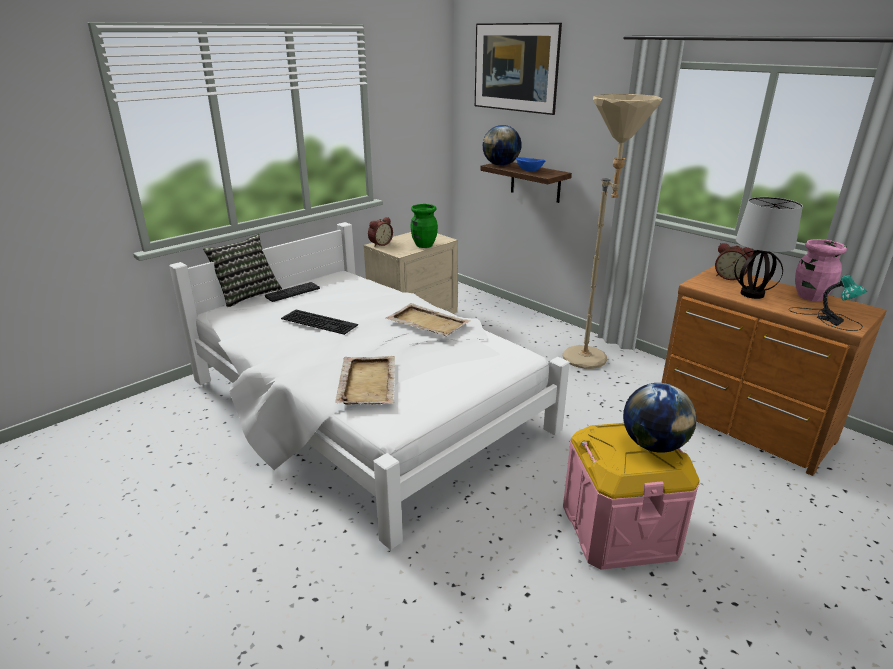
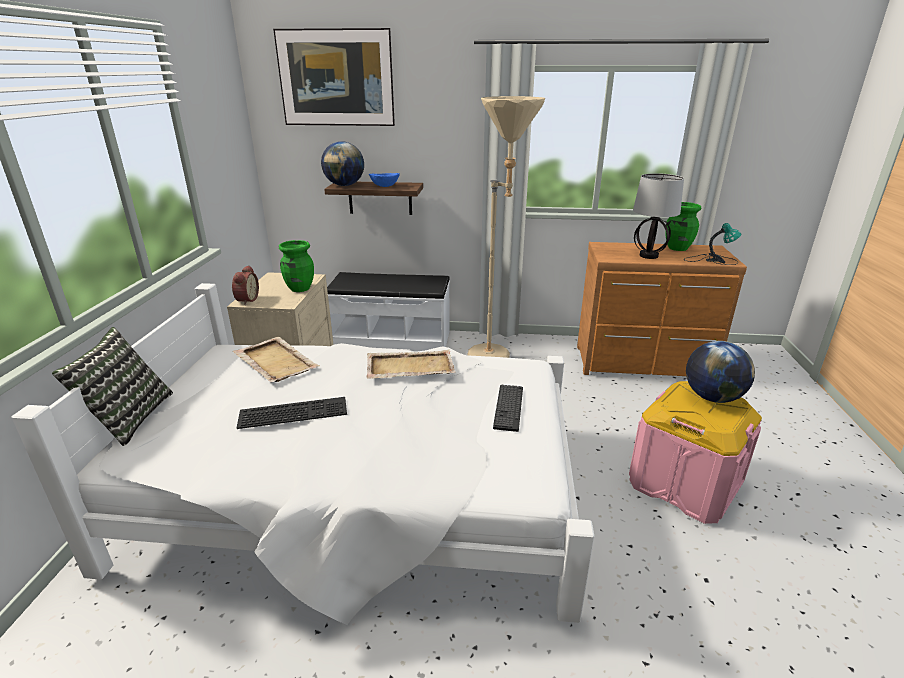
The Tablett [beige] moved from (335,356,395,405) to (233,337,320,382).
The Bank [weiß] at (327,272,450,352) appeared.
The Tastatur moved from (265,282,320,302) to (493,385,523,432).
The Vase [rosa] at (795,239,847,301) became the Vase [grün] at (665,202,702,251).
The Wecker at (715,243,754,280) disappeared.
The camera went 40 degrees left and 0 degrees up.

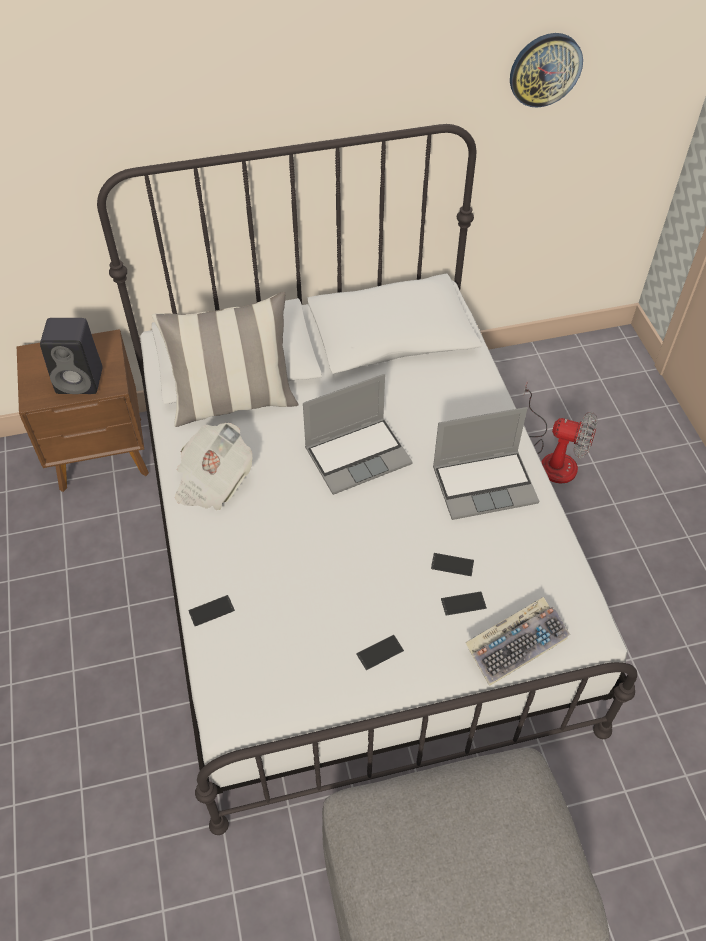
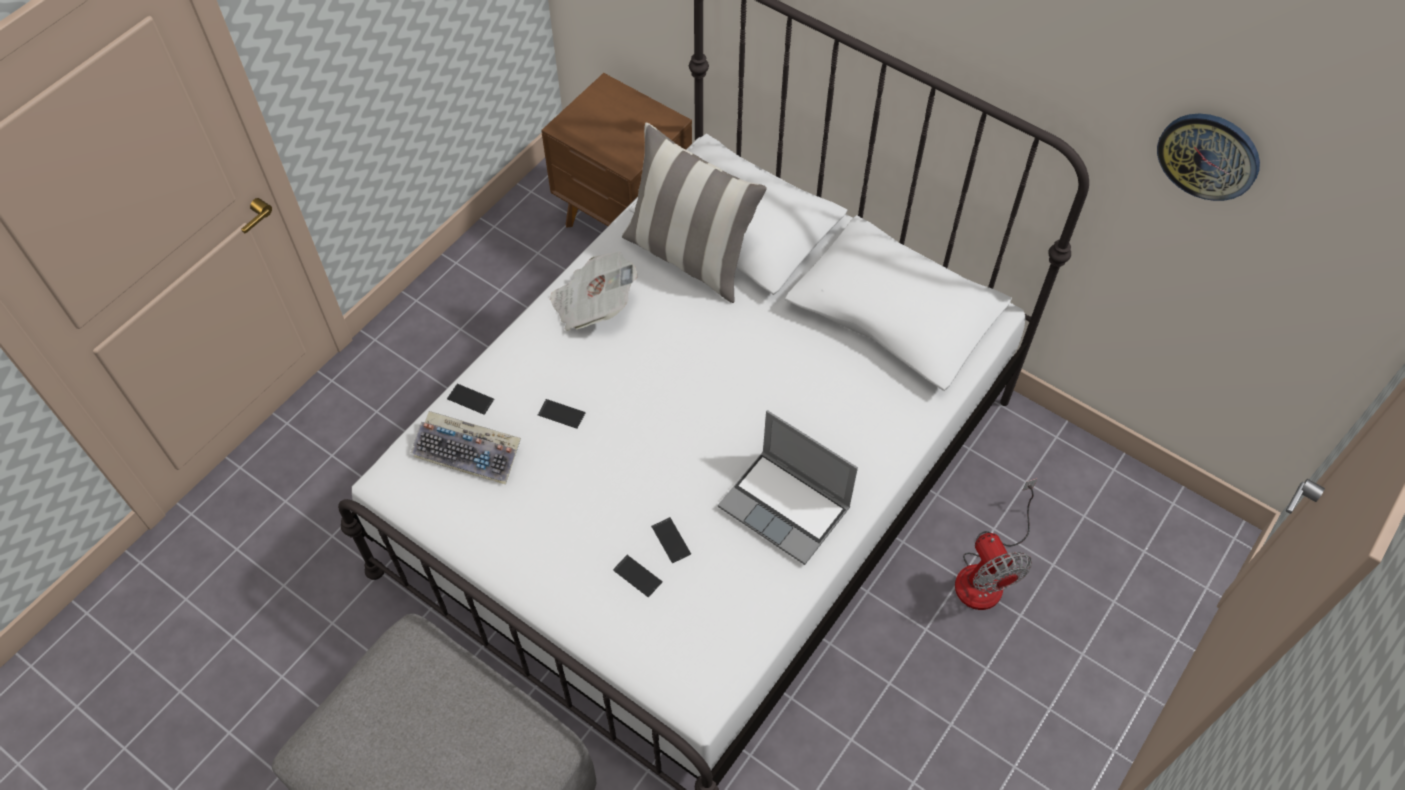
The Tastatur moved from (465,597,570,686) to (411,411,521,485).
The Handy moved from (356,635,404,670) to (538,399,586,429).
The Lautsprecher [schwarz] at (40,318,103,394) disappeared.
The Laptop at (303,374,412,495) disappeared.
The camera went 50 degrees right and 5 degrees up.

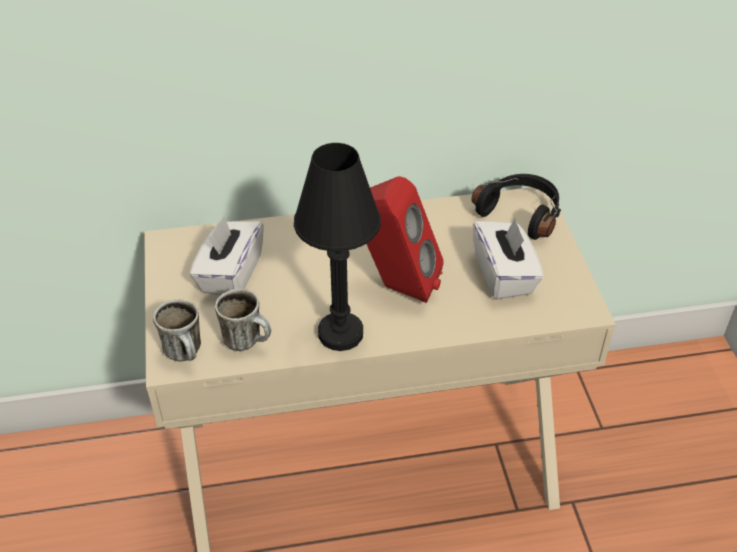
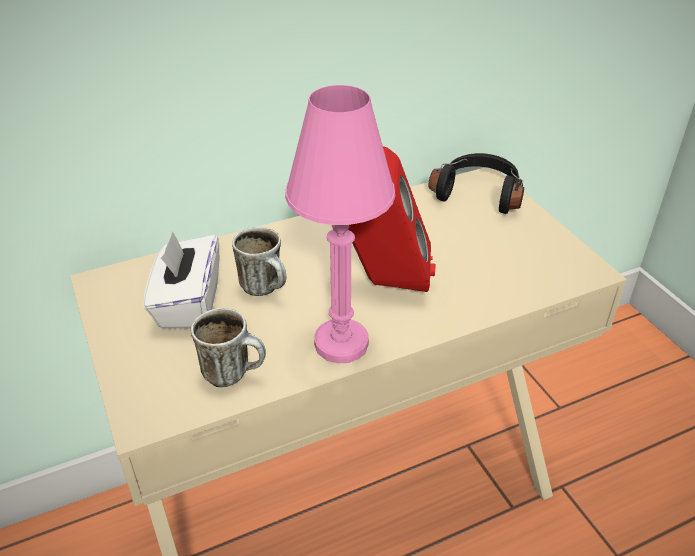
The Henkelbecher moved from (153,299,201,362) to (232,227,287,296).
The Tischlampe [schwarz] at (294,143,381,351) became the Tischlampe [rosa] at (285,85,395,363).
The Taschentuchbox [weiß] at (473,218,544,300) disappeared.
The camera went 15 degrees left and 5 degrees down.

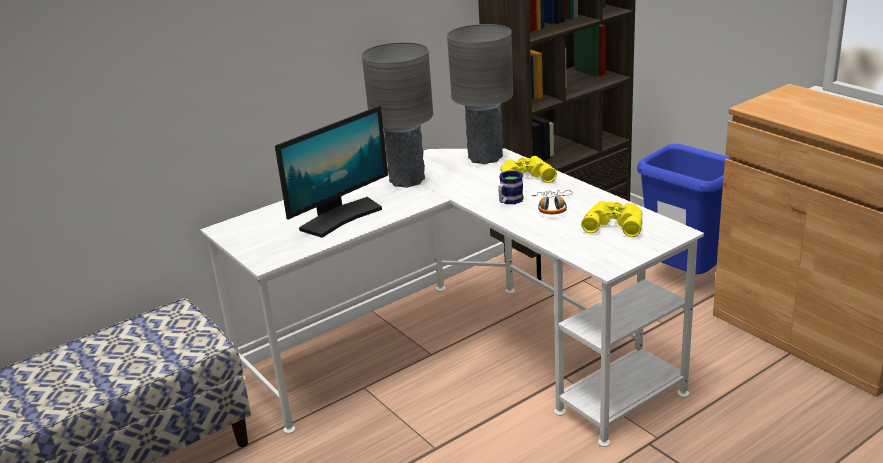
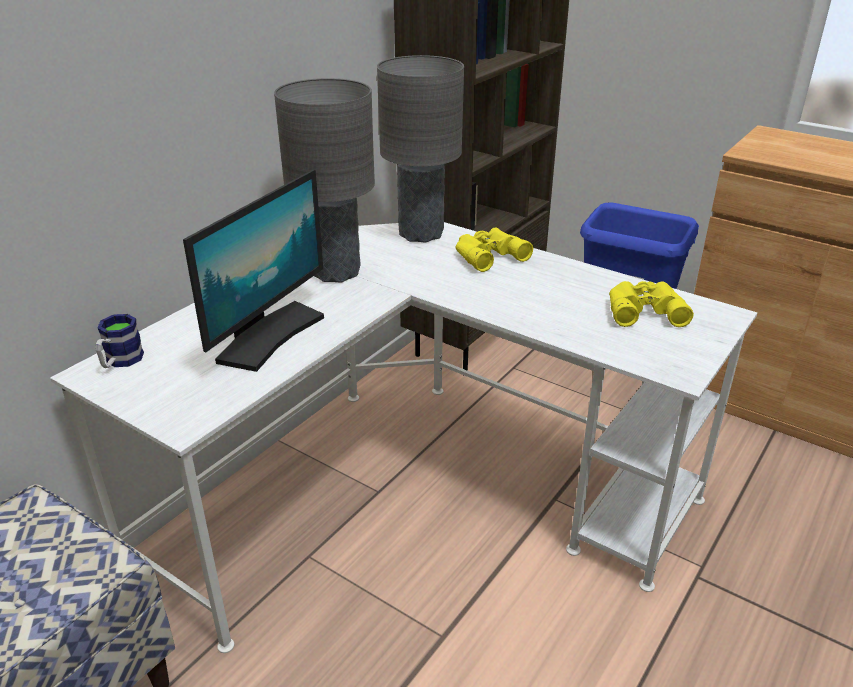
The Henkelbecher moved from (498,171,524,204) to (95,314,144,368).
The Kopfhörer at (531,190,573,214) disappeared.
The camera went 20 degrees left and 5 degrees up.

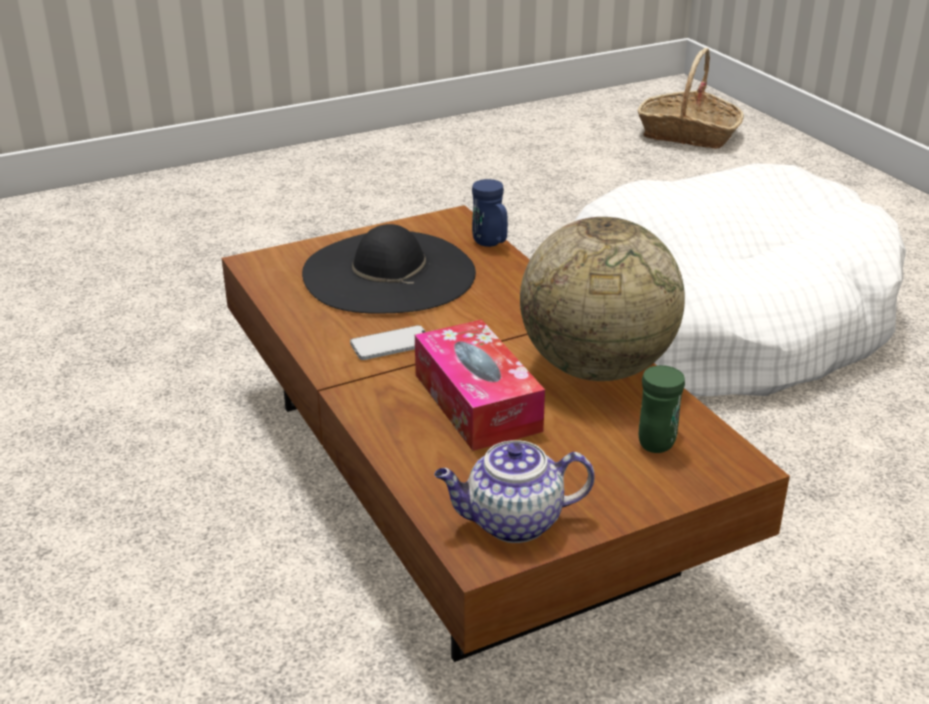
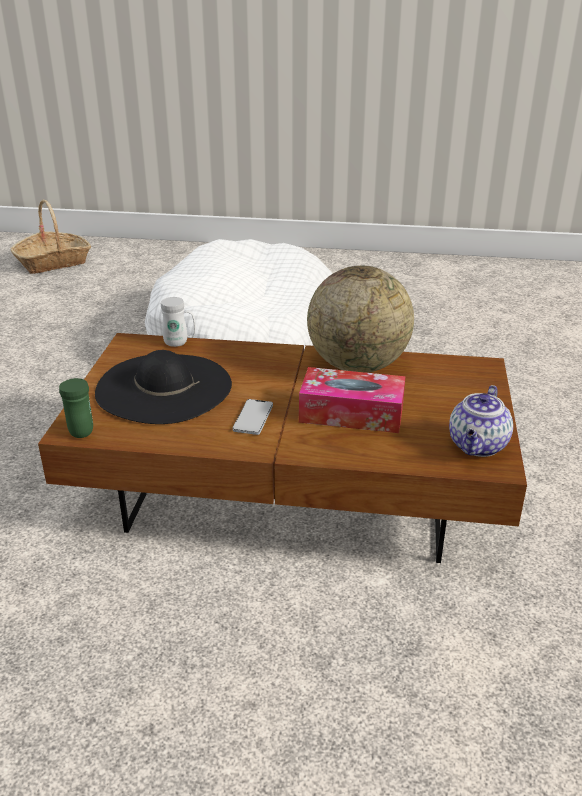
The Henkelbecher [grün] moved from (639,365,685,453) to (59,378,93,438).
The Henkelbecher [blau] at (472,179,508,247) became the Henkelbecher [weiß] at (161,297,196,347).
The camera went 55 degrees left and 0 degrees up.

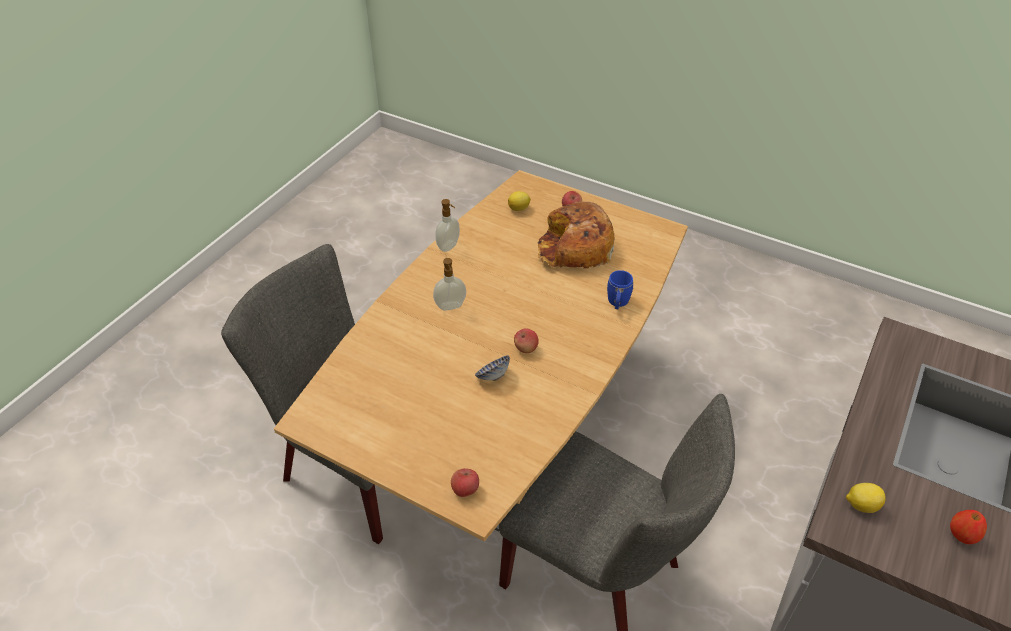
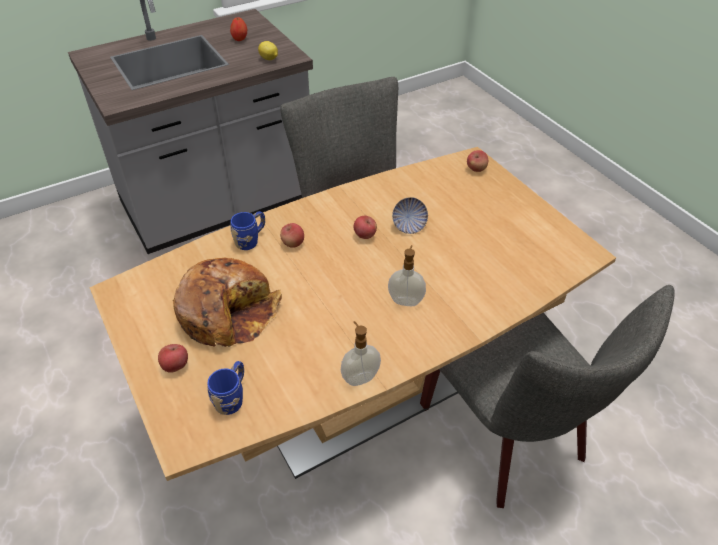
The Zitrone at (508,191,531,211) was replaced by the Henkelbecher [blau] at (207,361,244,415).
The Apfel at (280,223,304,248) appeared.
The camera went 150 degrees left and 0 degrees up.

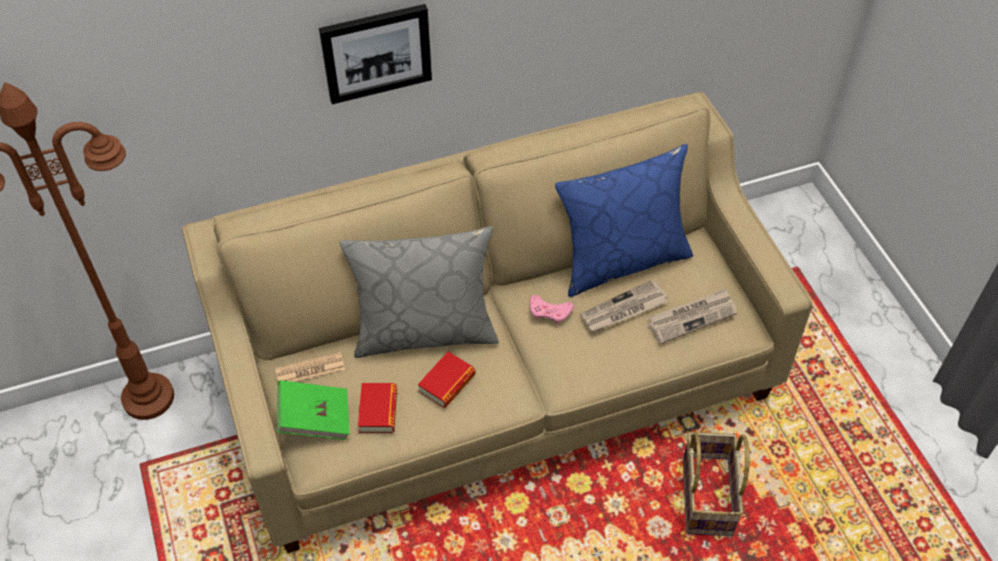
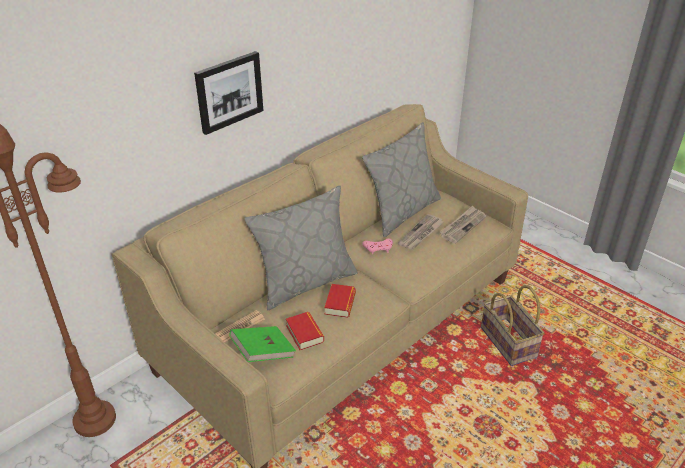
The Kissen [blau] at (555,144,693,297) became the Kissen [grau] at (362,122,441,238).
The camera went 25 degrees left and 15 degrees down.

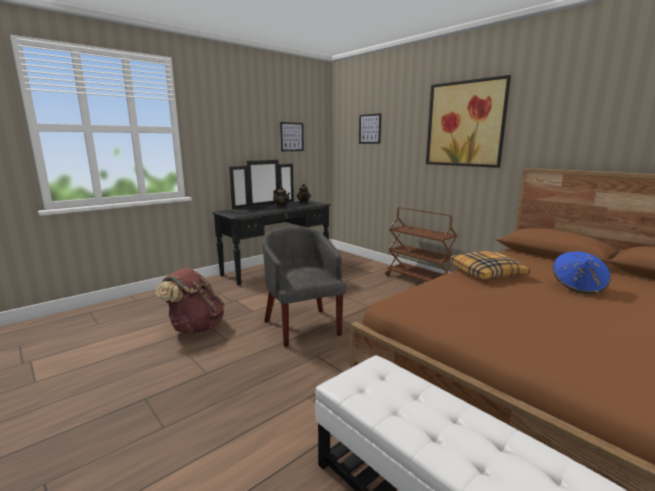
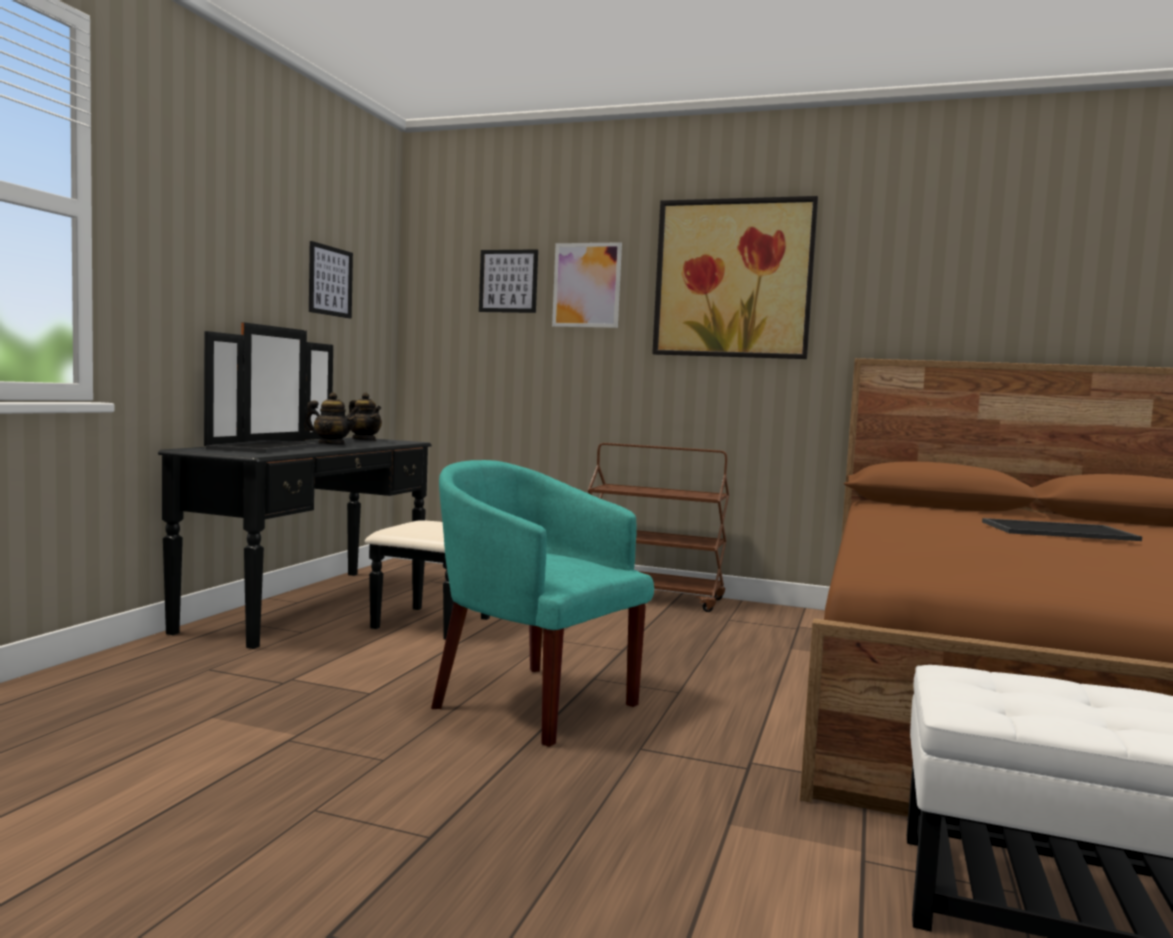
The Sessel [grau] at (262,226,346,347) became the Sessel [türkis] at (431,460,654,747).
The Bild at (552,242,622,328) appeared.
The Hut [blau] at (552,251,611,294) was replaced by the Tablett at (982,518,1142,541).
The Rucksack [braun] at (155,268,225,333) disappeared.
The Kissen at (450,251,530,279) disappeared.
The camera went 30 degrees left and 10 degrees down.

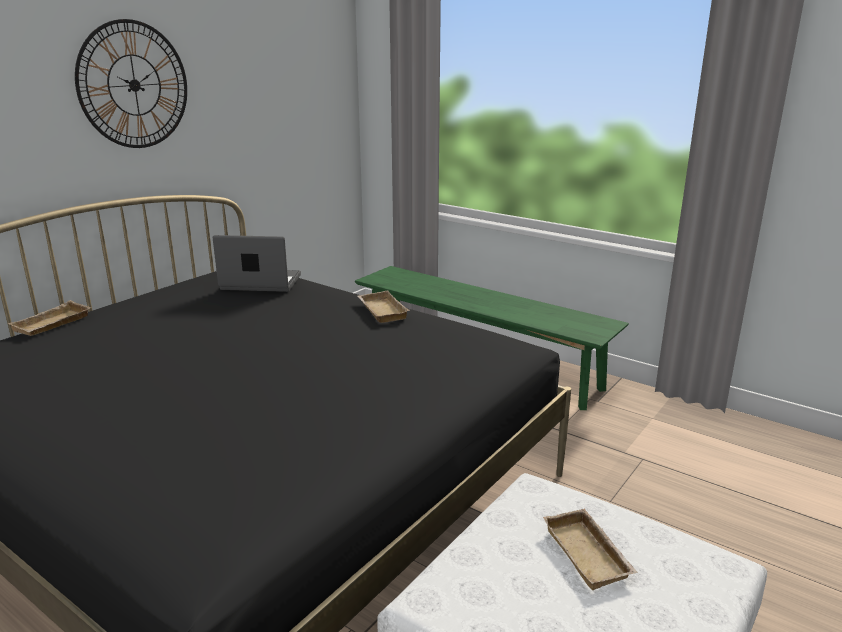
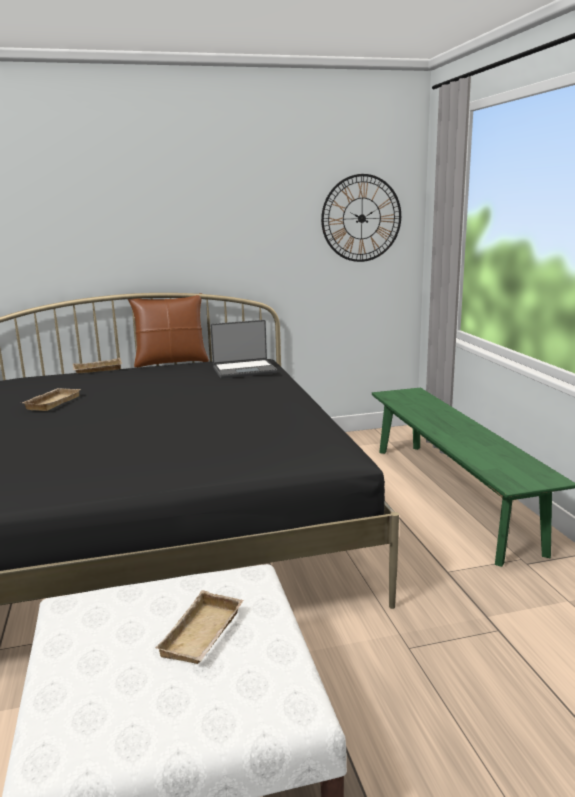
The Tablett [beige] moved from (358,291,409,323) to (22,388,81,411).
The Kissen [braun] at (128,293,209,368) appeared.
The Laptop at (213,235,301,292) turned 120 degrees clockwise.
The Wanduhr moved from (75,19,187,148) to (321,174,401,262).
The camera went 40 degrees right and 5 degrees down.

